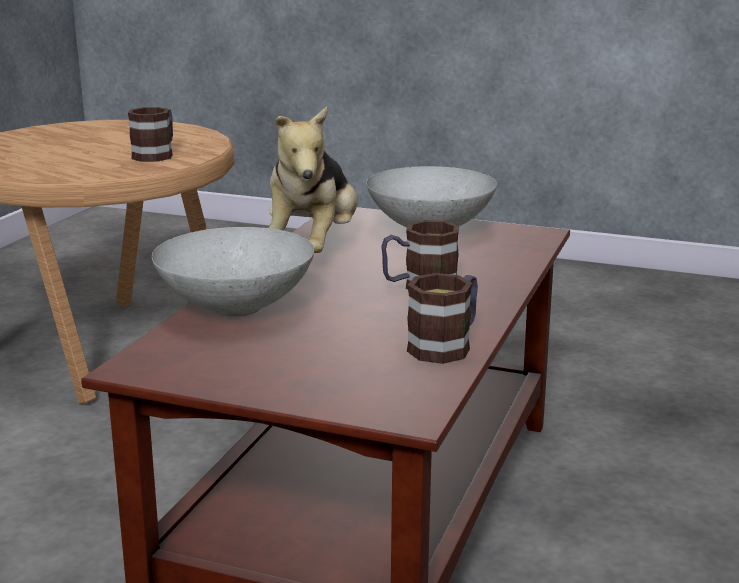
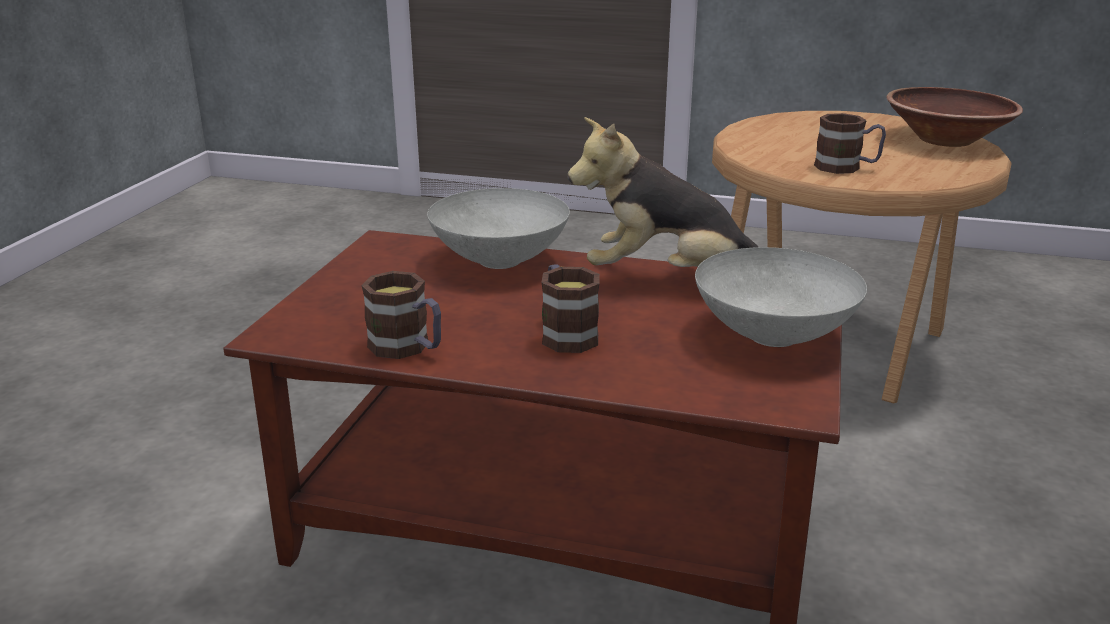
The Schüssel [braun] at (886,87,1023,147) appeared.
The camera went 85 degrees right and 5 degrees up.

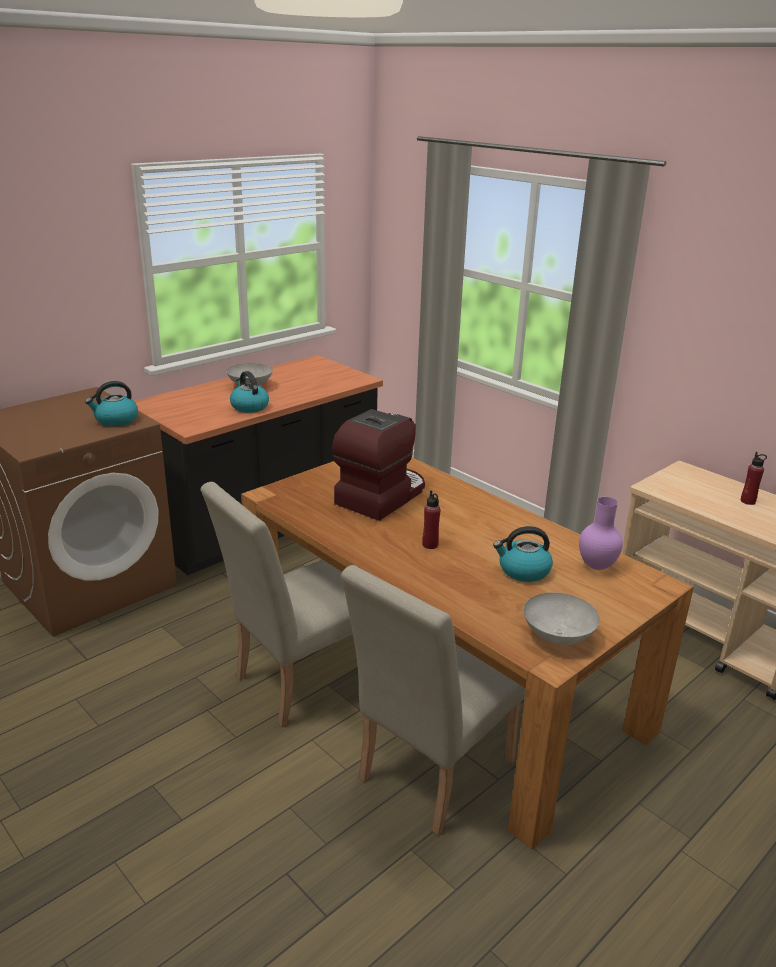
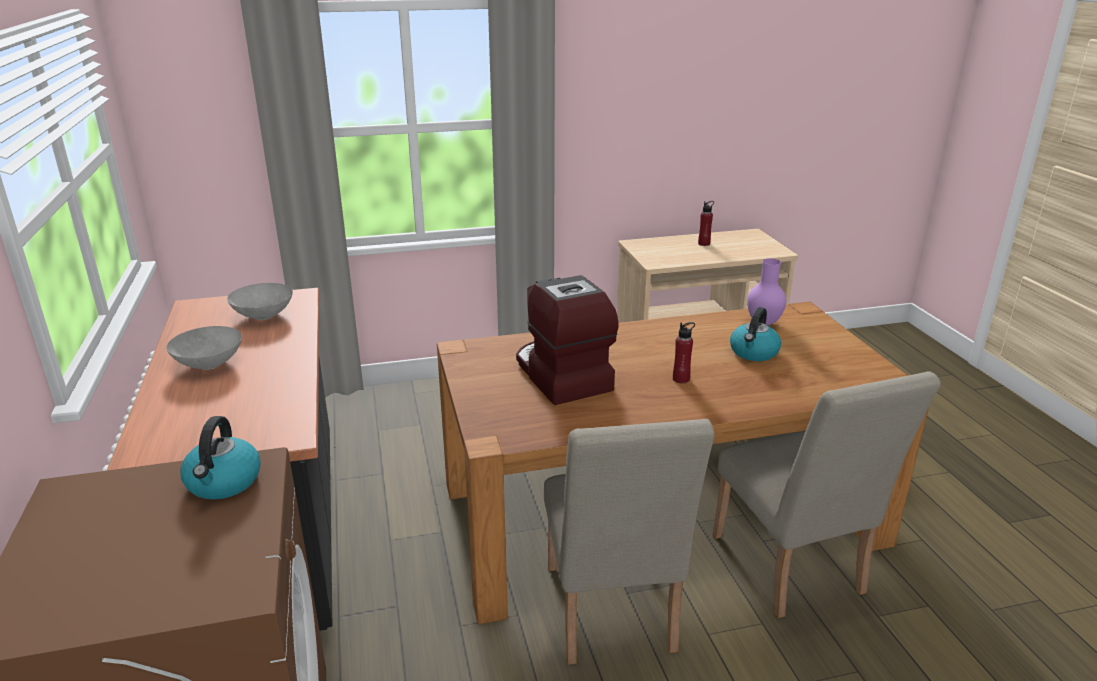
The Schüssel [grau] moved from (523,592,600,645) to (227,283,293,320).
The Wasserkessel at (230,371,269,413) disappeared.
The camera went 60 degrees left and 0 degrees up.

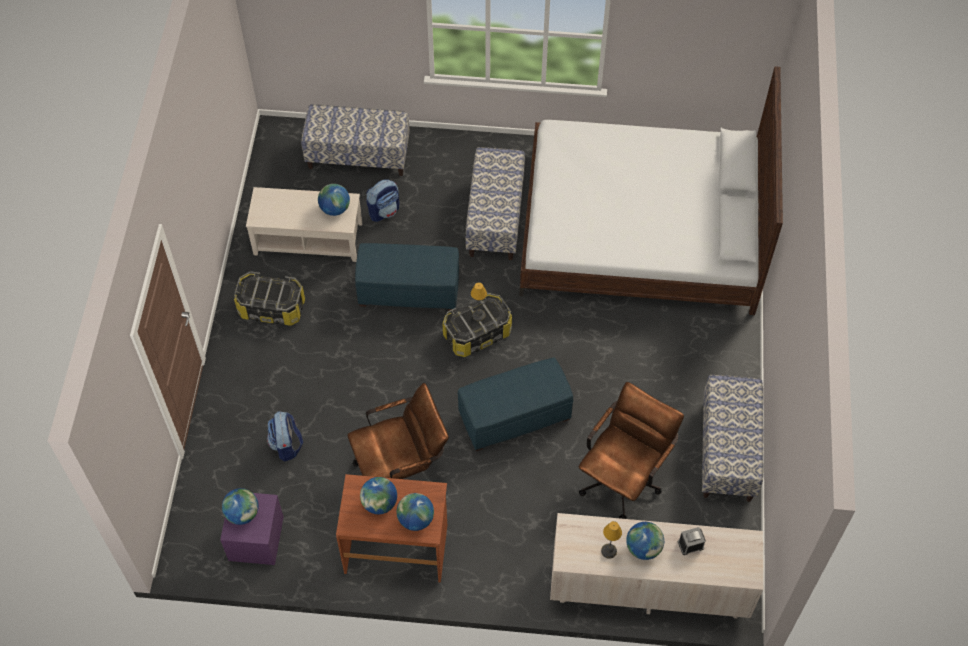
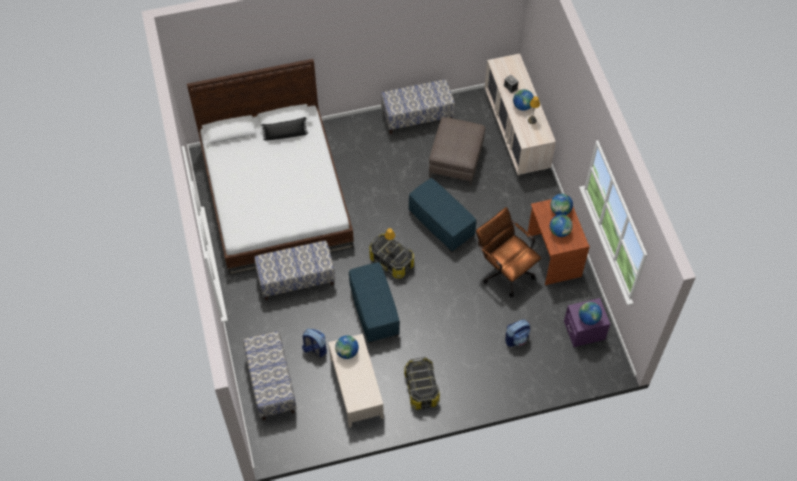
The Kissen [schwarz] at (261,117,308,141) appeared.
The Bürostuhl [braun] at (579,382,684,519) was replaced by the Polsterhocker [braun] at (429,117,485,186).
The camera went 110 degrees left and 0 degrees up.

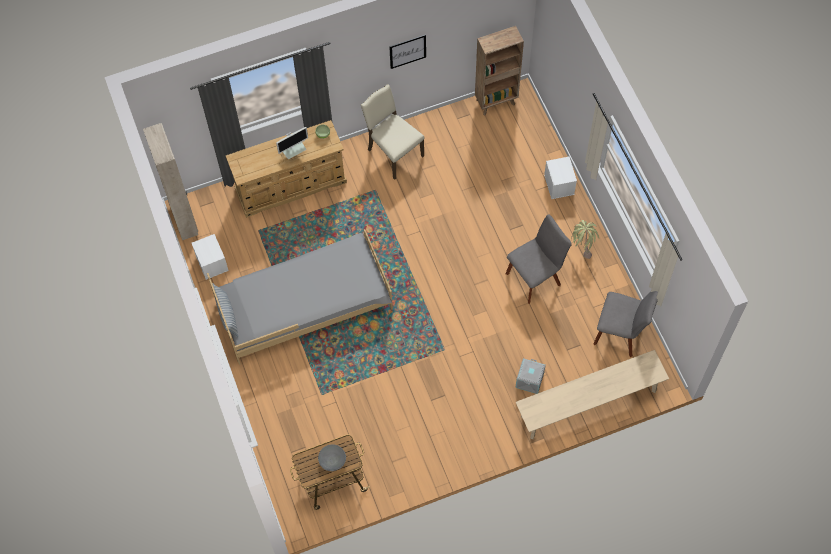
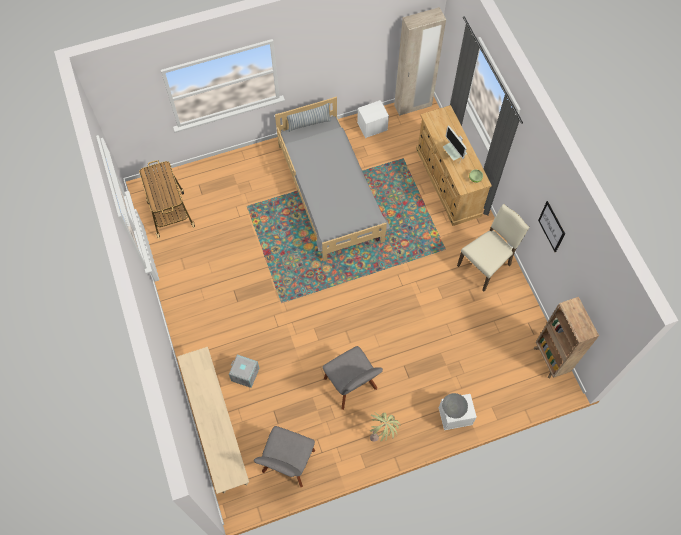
The Schüssel [grau] moved from (318,444,346,471) to (442,393,468,418).
The camera went 90 degrees right and 0 degrees up.

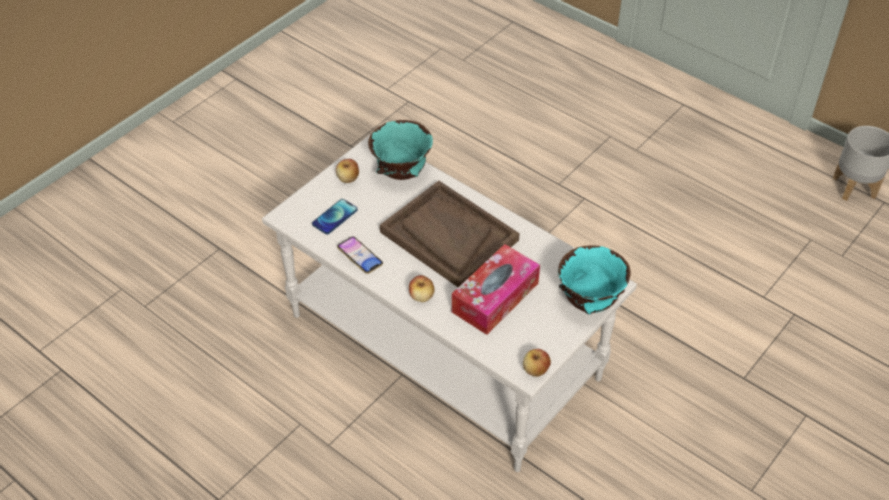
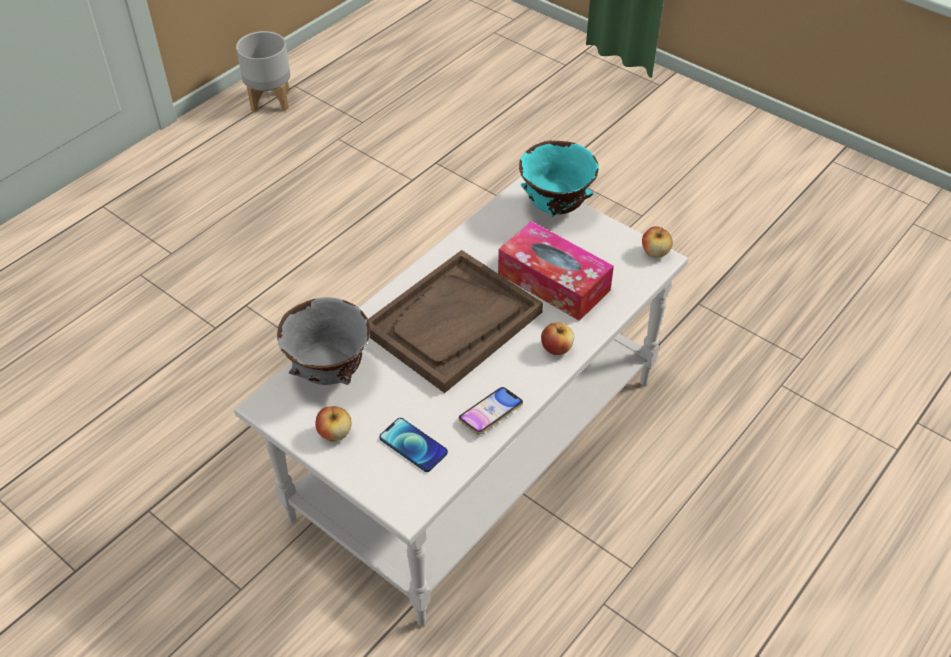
The Schüssel [türkis] at (368,120,433,180) became the Schüssel [grau] at (277,297,370,385).
The camera went 90 degrees left and 0 degrees up.

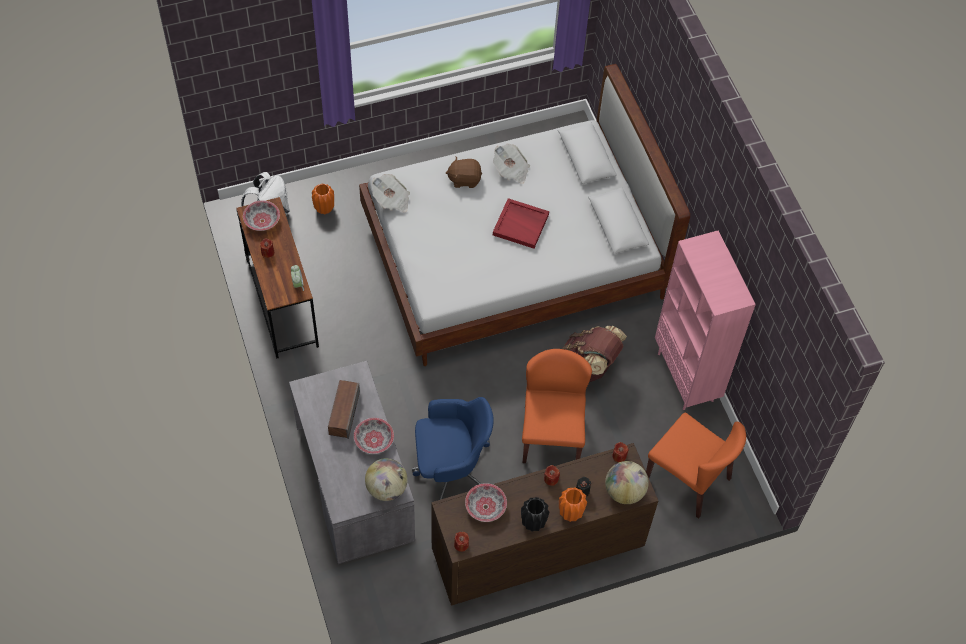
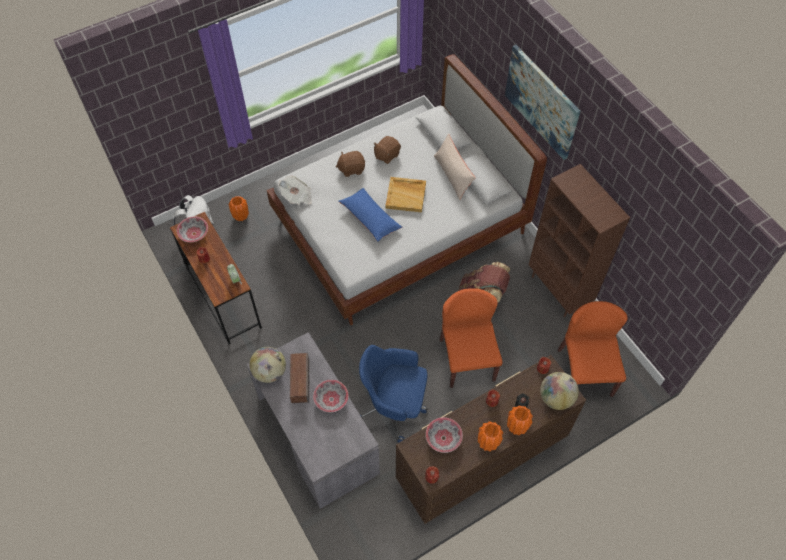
The Globus moved from (365,458,408,501) to (249,347,286,383).
The Kissen [blau] at (338,188,402,242) appeared.
The Bürostuhl [blau] at (412,397,494,500) turned 150 degrees counterclockwise.
The Zeitung at (493,144,530,184) was replaced by the Plüschtier [braun] at (374,136,401,164).
The Tablett [rot] at (493,198,549,249) became the Tablett [beige] at (386,177,426,213).
The Kissen [beige] at (434,133,476,200) appeared.
The Vase [schwarz] at (521,497,549,532) became the Vase [orange] at (478,421,503,452).
The Bild at (505,45,580,160) appeared.
The Bücherregal [rosa] at (655,230,756,410) became the Bücherregal [braun] at (529,164,630,317).
The Stuhl [orange] at (646,413,746,519) turned 120 degrees counterclockwise.
The camera went 10 degrees left and 0 degrees up.

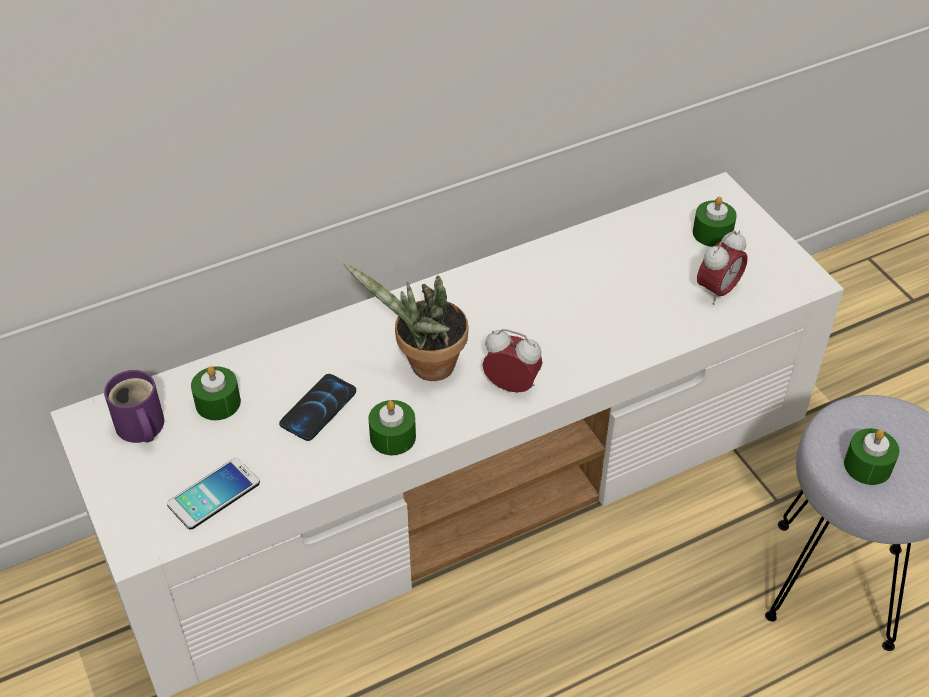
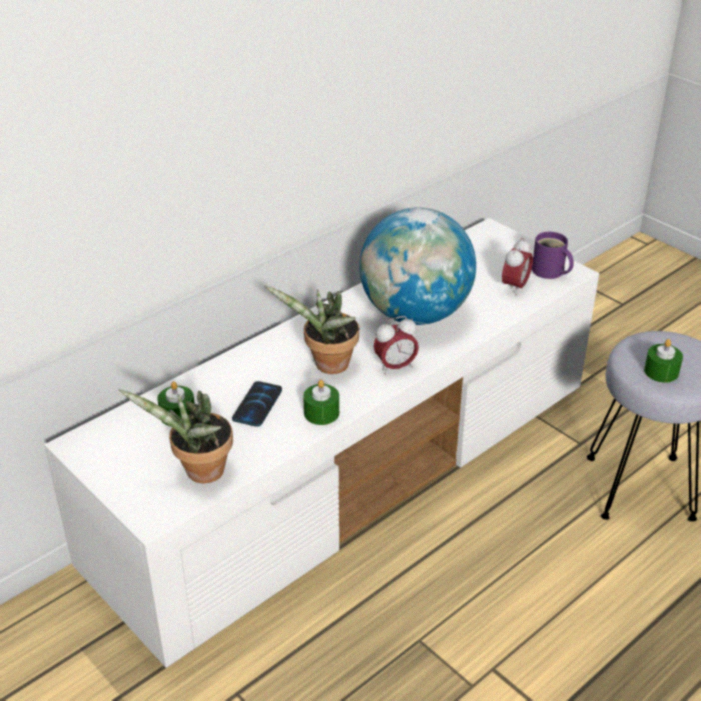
The Handy at (167,458,260,529) was replaced by the Topfpflanze at (119,389,233,483).
The Globus at (359,207,476,325) appeared.
The Wecker at (482,329,543,393) turned 150 degrees clockwise.
The Henkelbecher [lila] moved from (104,370,164,443) to (532,232,574,279).
The Kerze [grün] at (693,197,737,247) disappeared.
The camera went 15 degrees left and 10 degrees down.

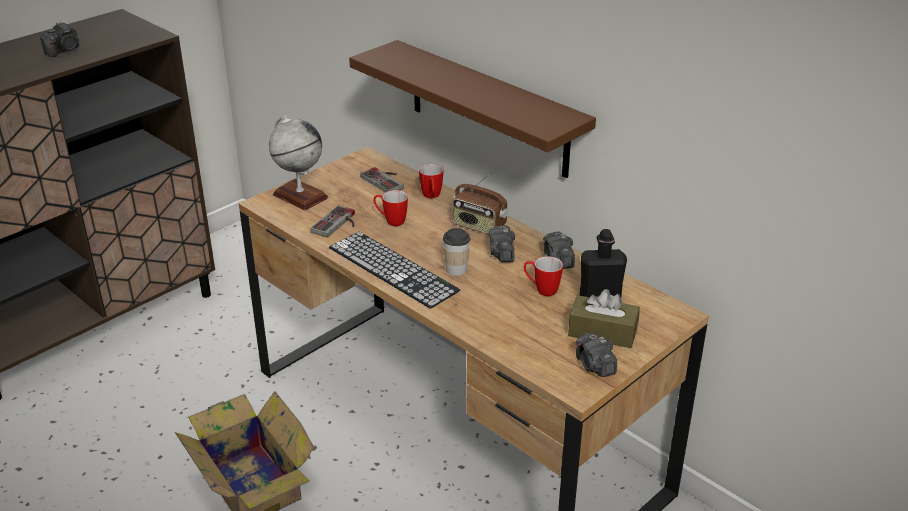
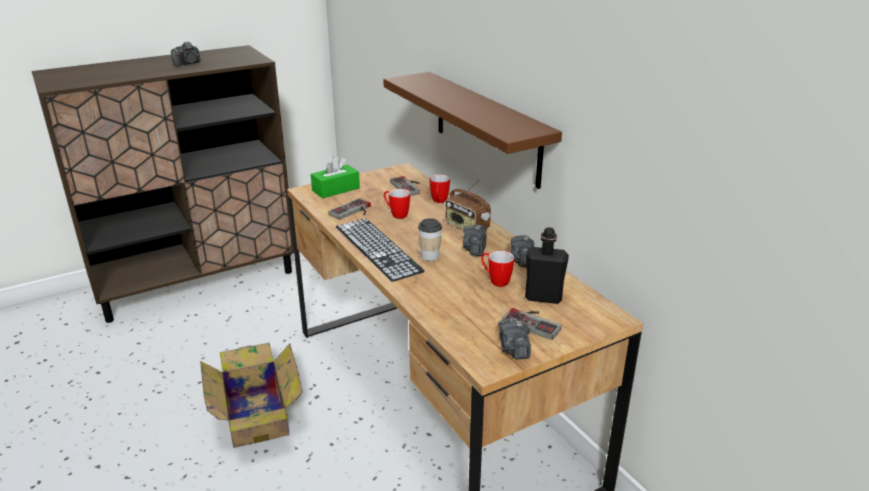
The Globus at (269,115,329,210) was replaced by the Taschentuchbox [grün] at (311,156,360,198).
The Taschentuchbox [braun] at (568,289,640,348) was replaced by the Gamepad at (502,308,562,340).
The camera went 15 degrees right and 5 degrees down.

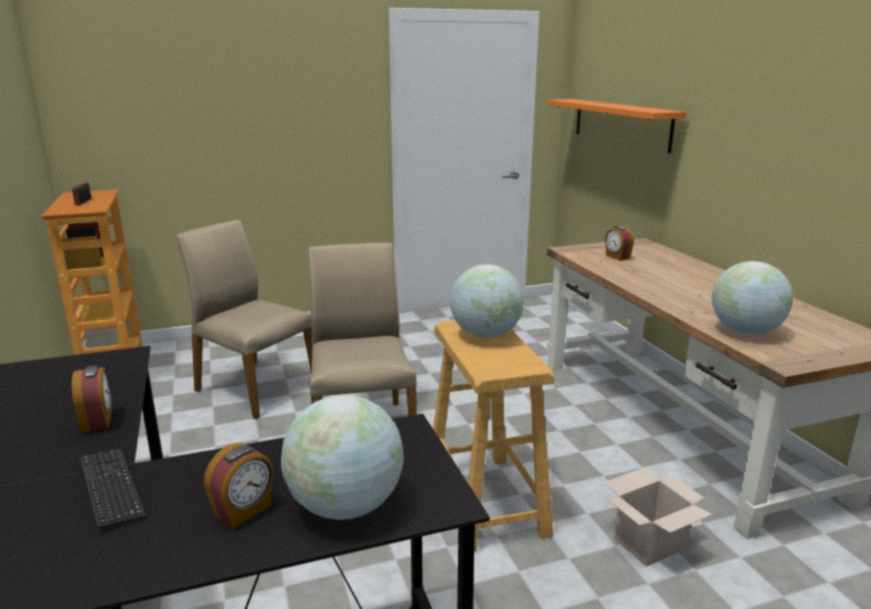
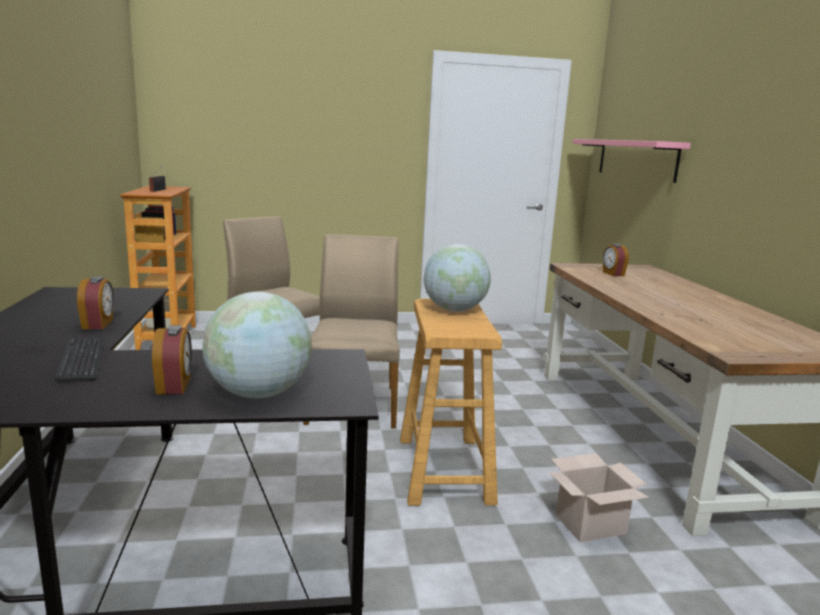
The Wecker at (204,443,274,528) turned 60 degrees counterclockwise.
The Wandregal [orange] at (547,99,686,153) became the Wandregal [rosa] at (573,139,691,183).
The Globus at (712,261,793,335) disappeared.
The camera went 10 degrees right and 5 degrees down.

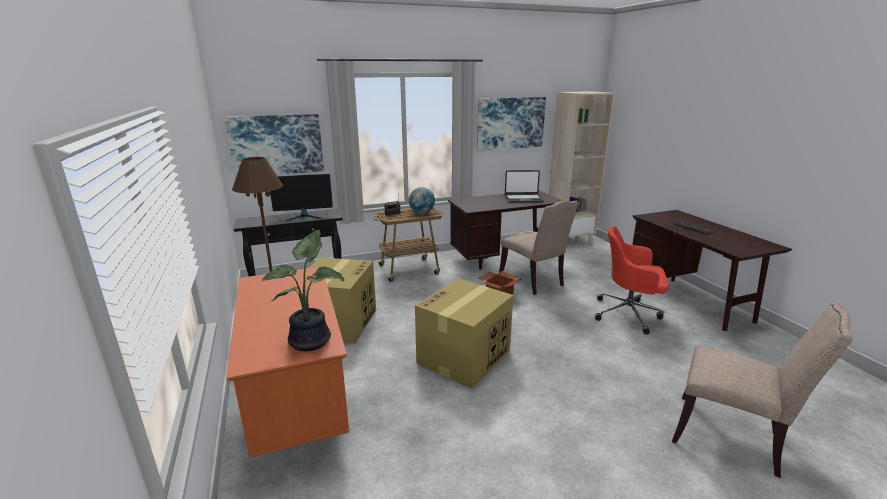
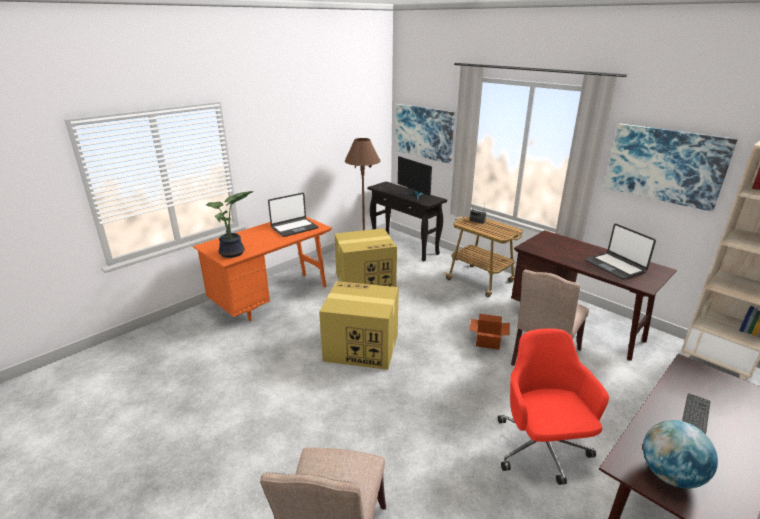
The Laptop at (268,193,318,237) appeared.
The Globus moved from (409,187,435,214) to (643,420,718,488).
The camera went 65 degrees right and 5 degrees up.

